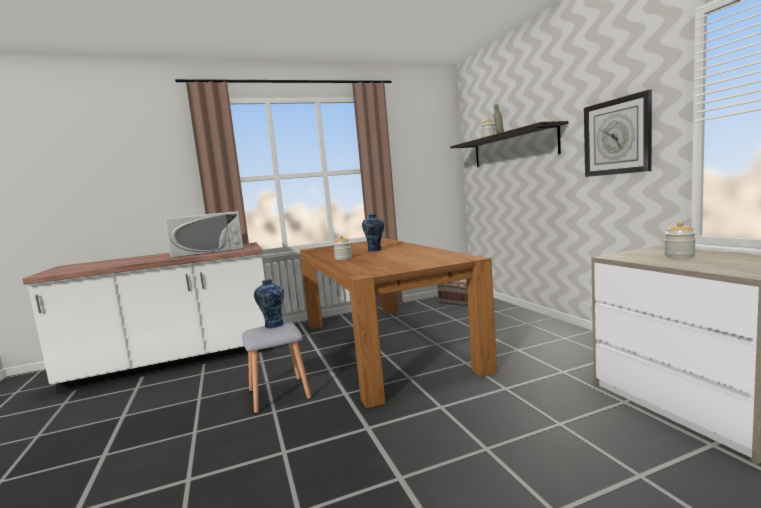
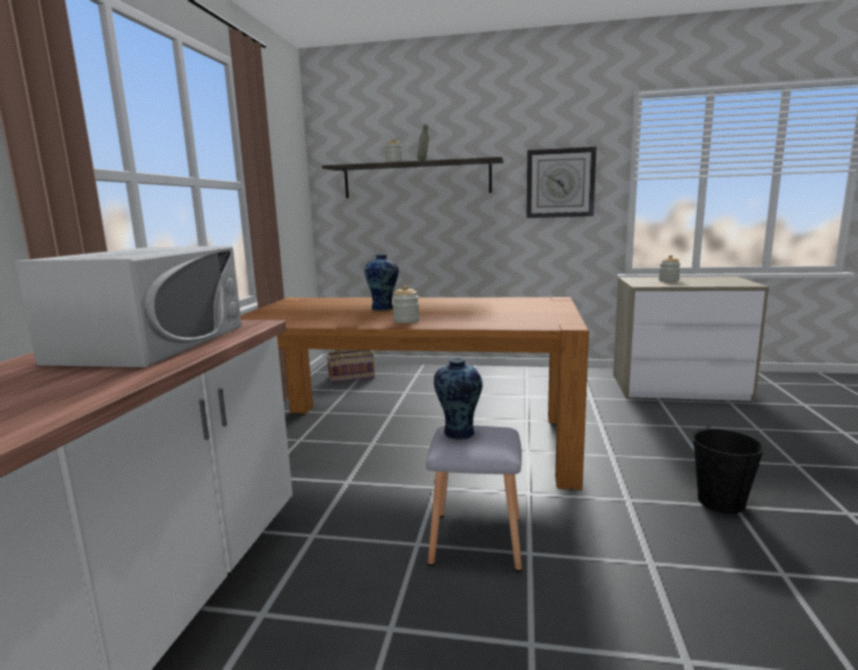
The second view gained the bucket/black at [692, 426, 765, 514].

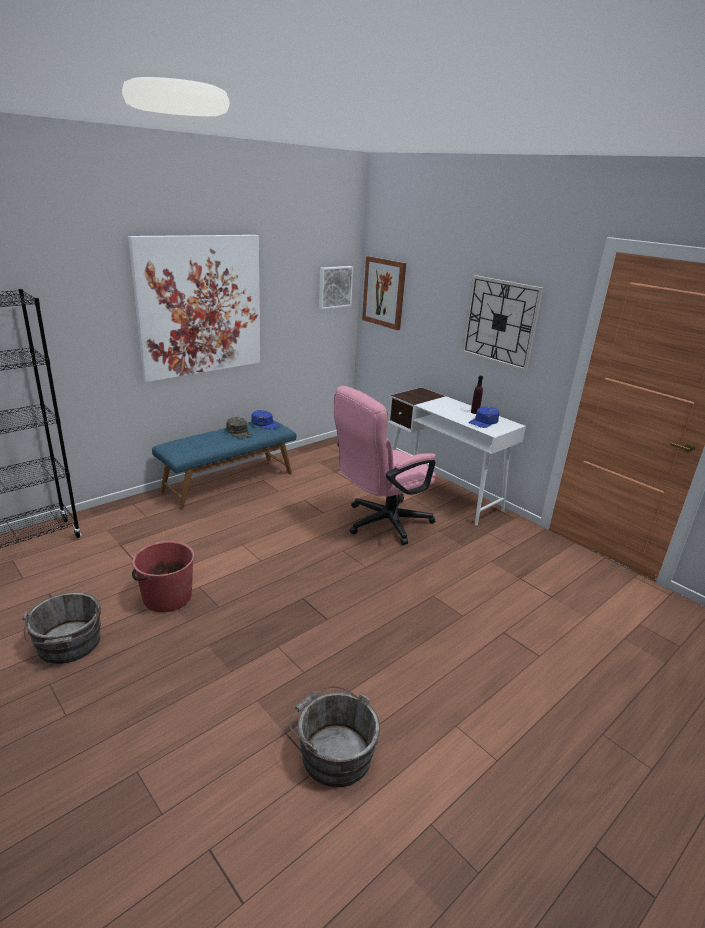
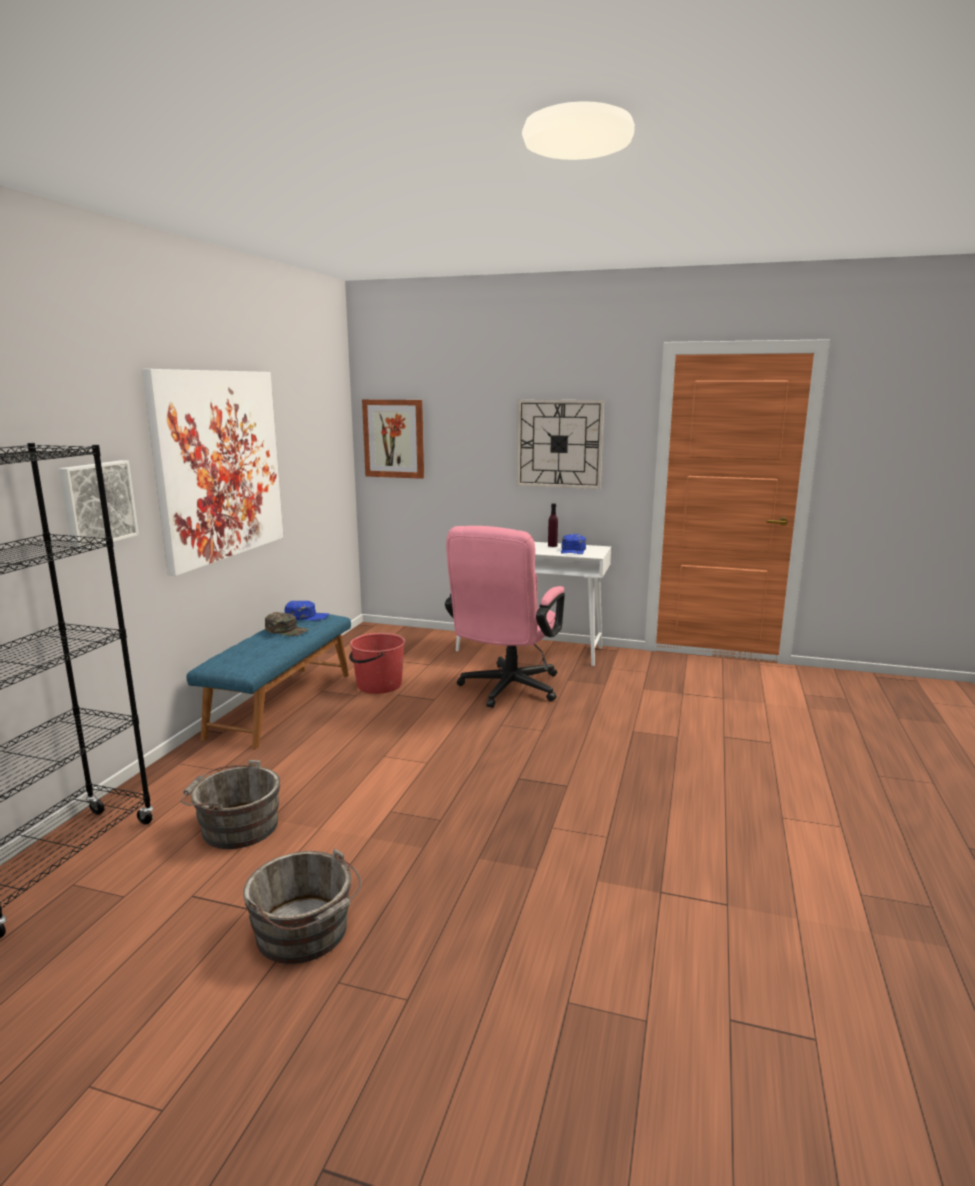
The bucket/red ended up elsewhere, having gone from [132, 541, 195, 612] to [349, 633, 405, 694]. The bucket/grey ended up elsewhere, having gone from [289, 686, 380, 787] to [181, 760, 280, 849]. The picture ended up elsewhere, having gone from [319, 266, 353, 309] to [59, 460, 139, 551].

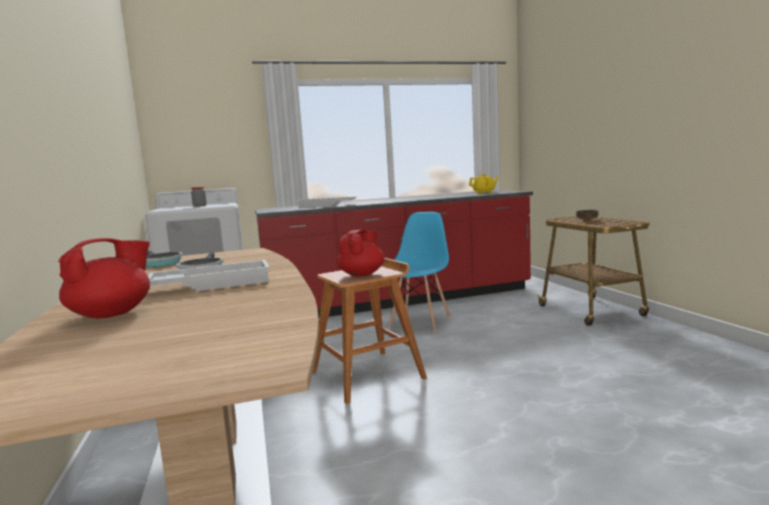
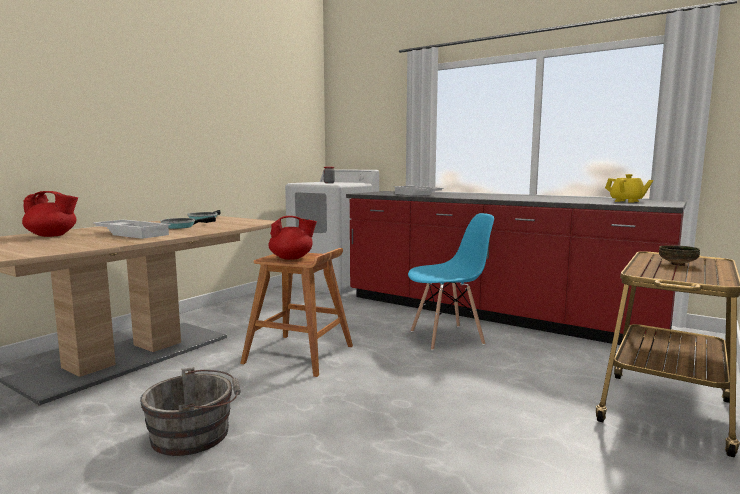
The second view gained the bucket/grey at [140, 367, 241, 456].

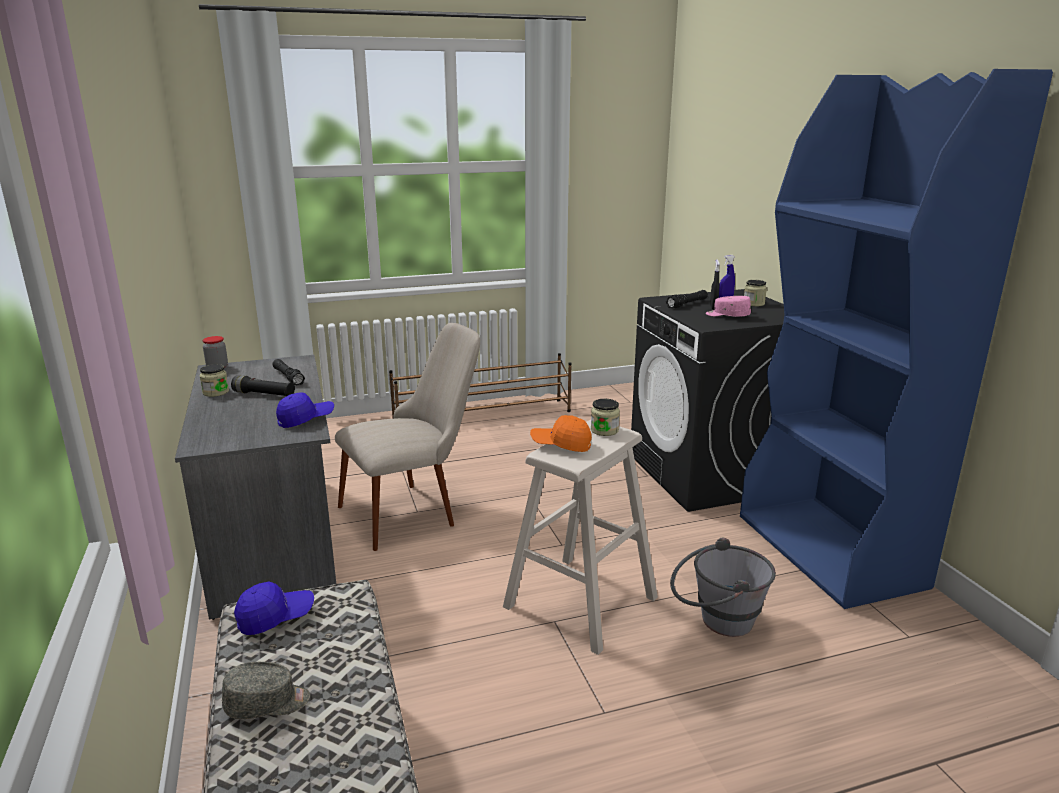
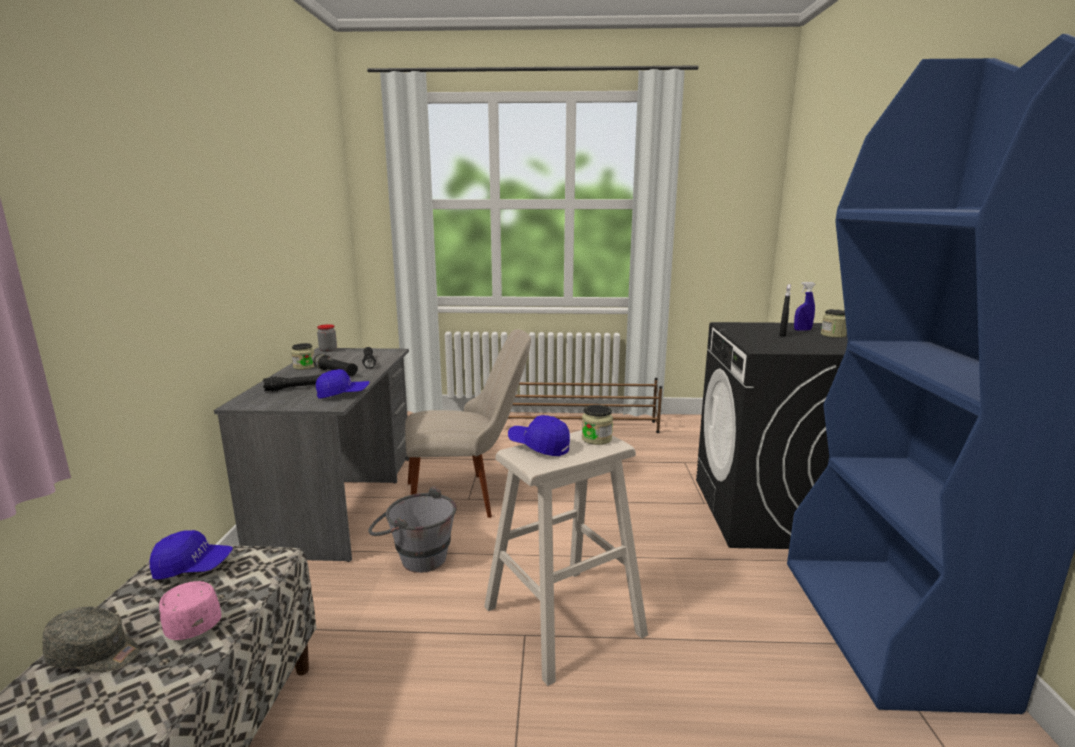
The flashlight/black ended up elsewhere, having gone from [666, 290, 708, 308] to [263, 374, 322, 392]. The bucket/grey ended up elsewhere, having gone from [670, 538, 776, 637] to [368, 486, 456, 573]. The cap/pink ended up elsewhere, having gone from [706, 296, 751, 317] to [159, 581, 221, 640]. What was the cap/orange at [530, 415, 592, 452] turned into the cap/blue at [508, 415, 570, 456].

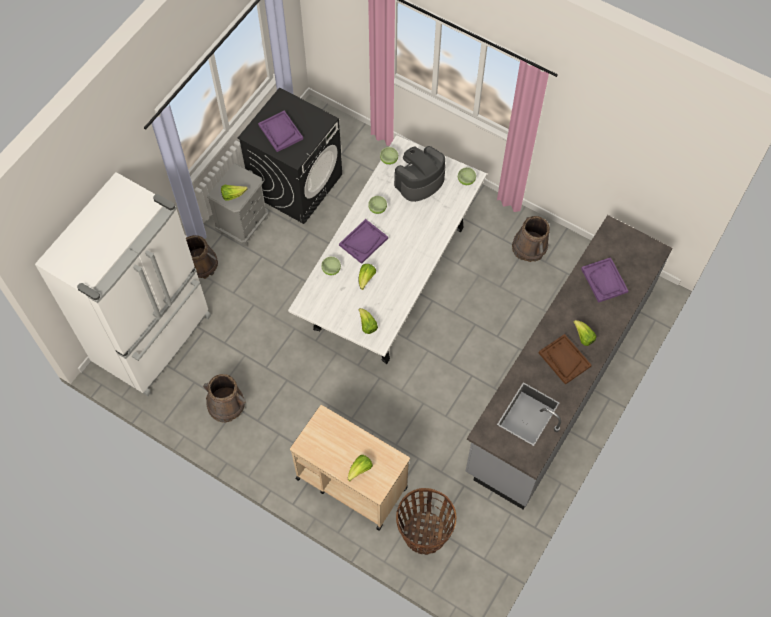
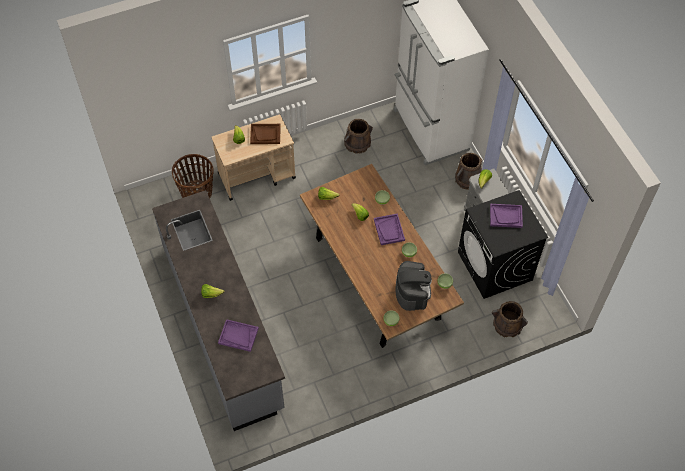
The bucket/brown ended up elsewhere, having gone from [512, 216, 550, 262] to [492, 301, 528, 337]. The tray/brown ended up elsewhere, having gone from [539, 334, 592, 385] to [250, 124, 281, 144]. What was the dining table/white at [288, 135, 487, 364] turned into the dining table/brown at [300, 164, 464, 348].

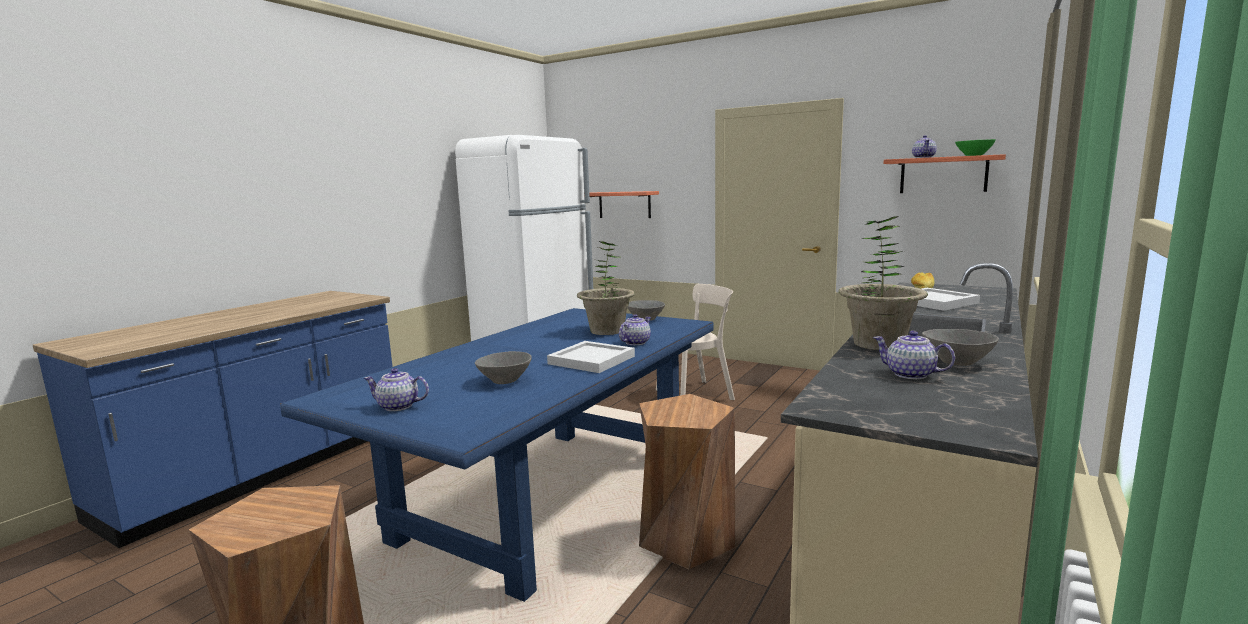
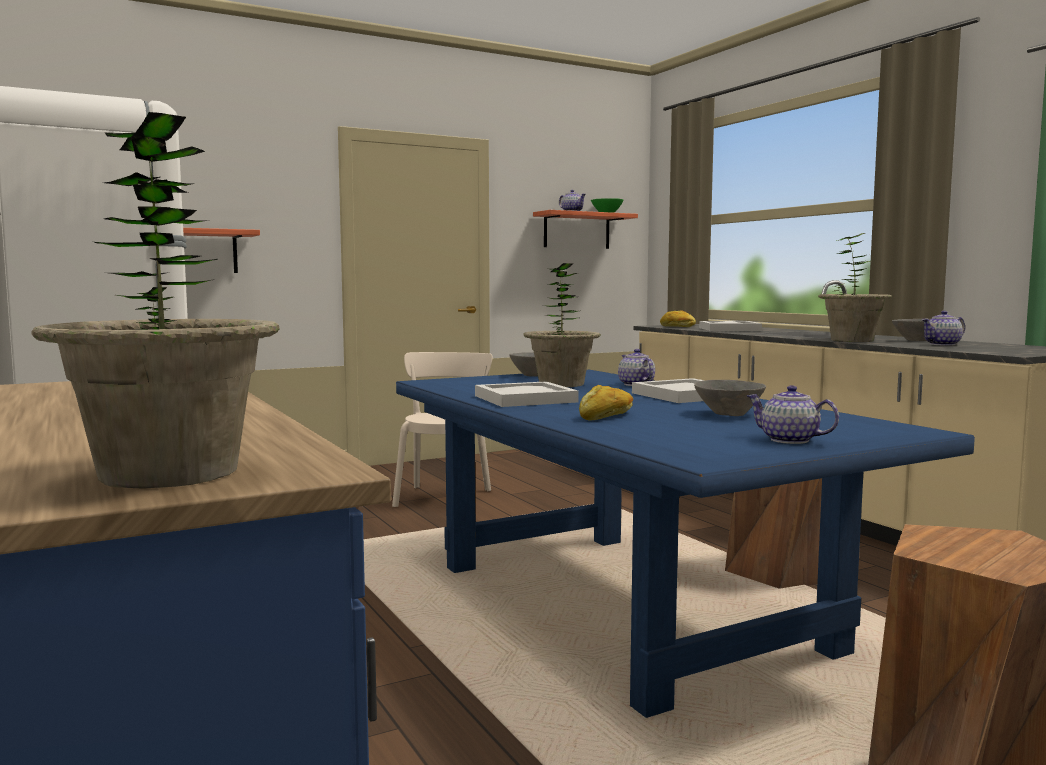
The second view gained the potted plant at [32, 112, 280, 489]. The second view gained the tray/white at [475, 381, 579, 407]. The second view gained the bread at [579, 385, 633, 421]. The teapot at [364, 368, 429, 411] ended up facing another way, 90 degrees clockwise from before.

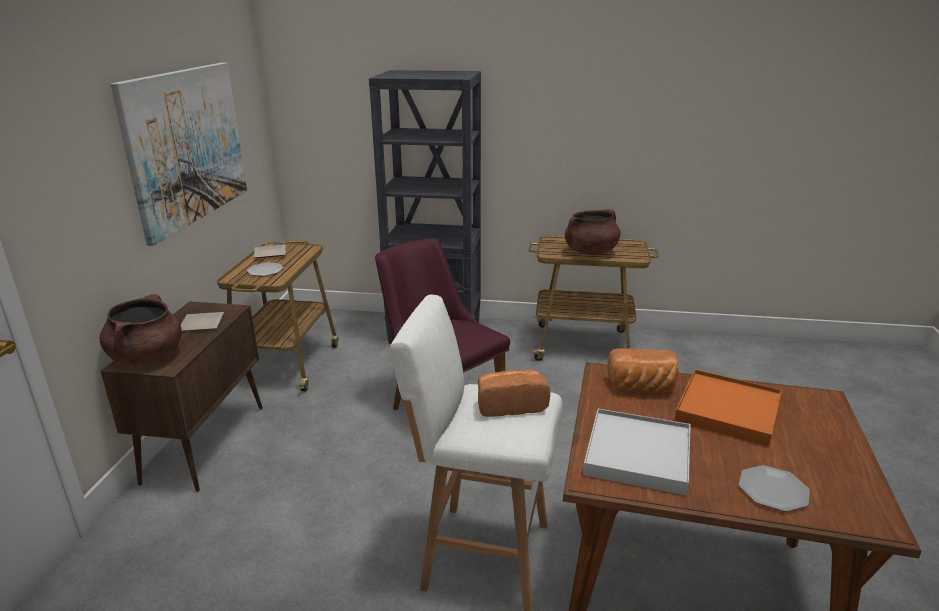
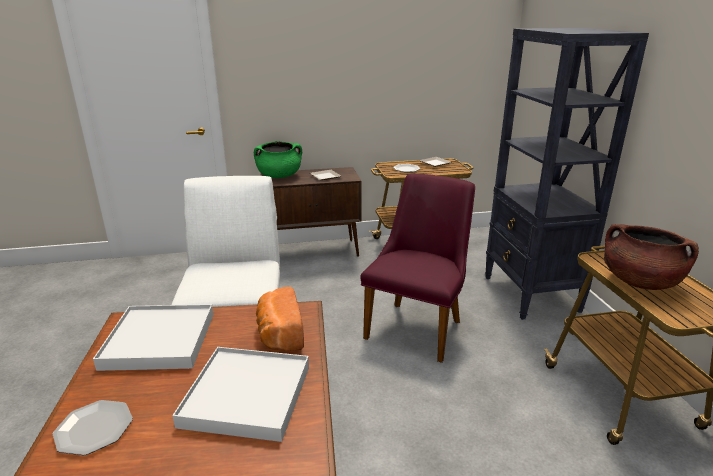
The second view lost the picture at [110, 62, 247, 246]. The second view lost the bread at [478, 369, 550, 417]. What was the cooking pot/brown at [99, 294, 182, 365] turned into the cooking pot/green at [254, 141, 302, 178]. What was the tray/orange at [674, 369, 782, 447] turned into the tray/white at [172, 347, 309, 442].

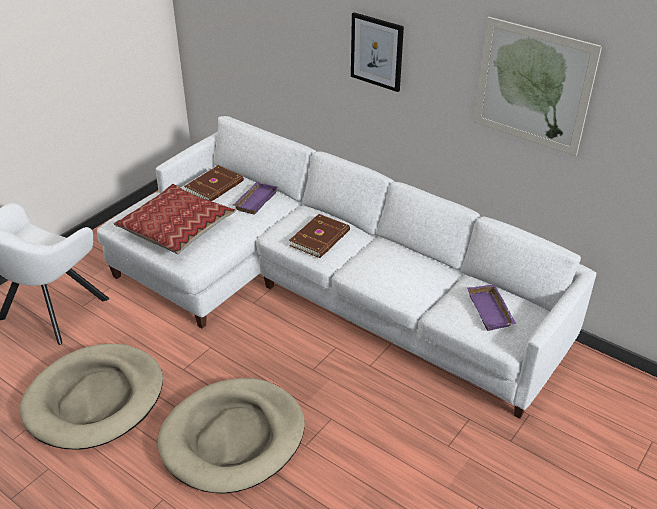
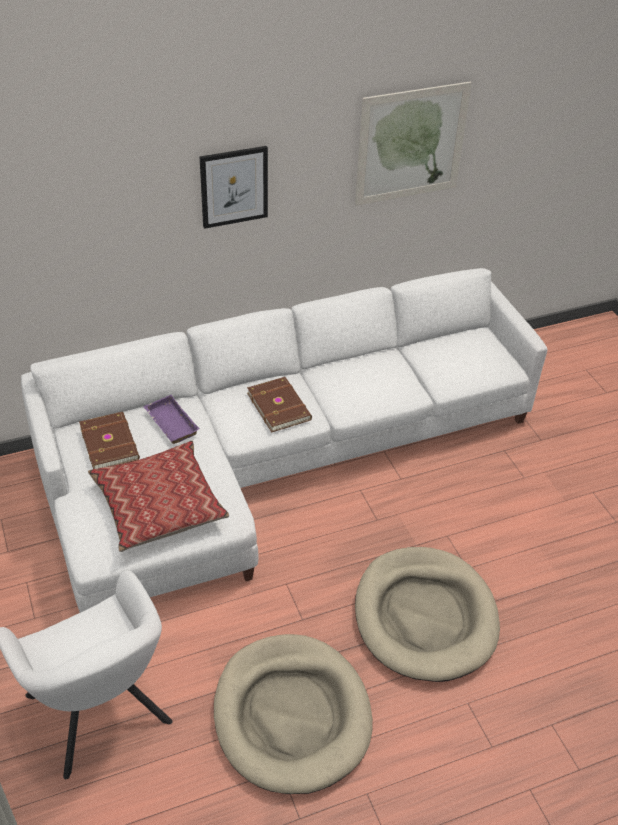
The second view lost the tray/purple at [467, 284, 516, 331].

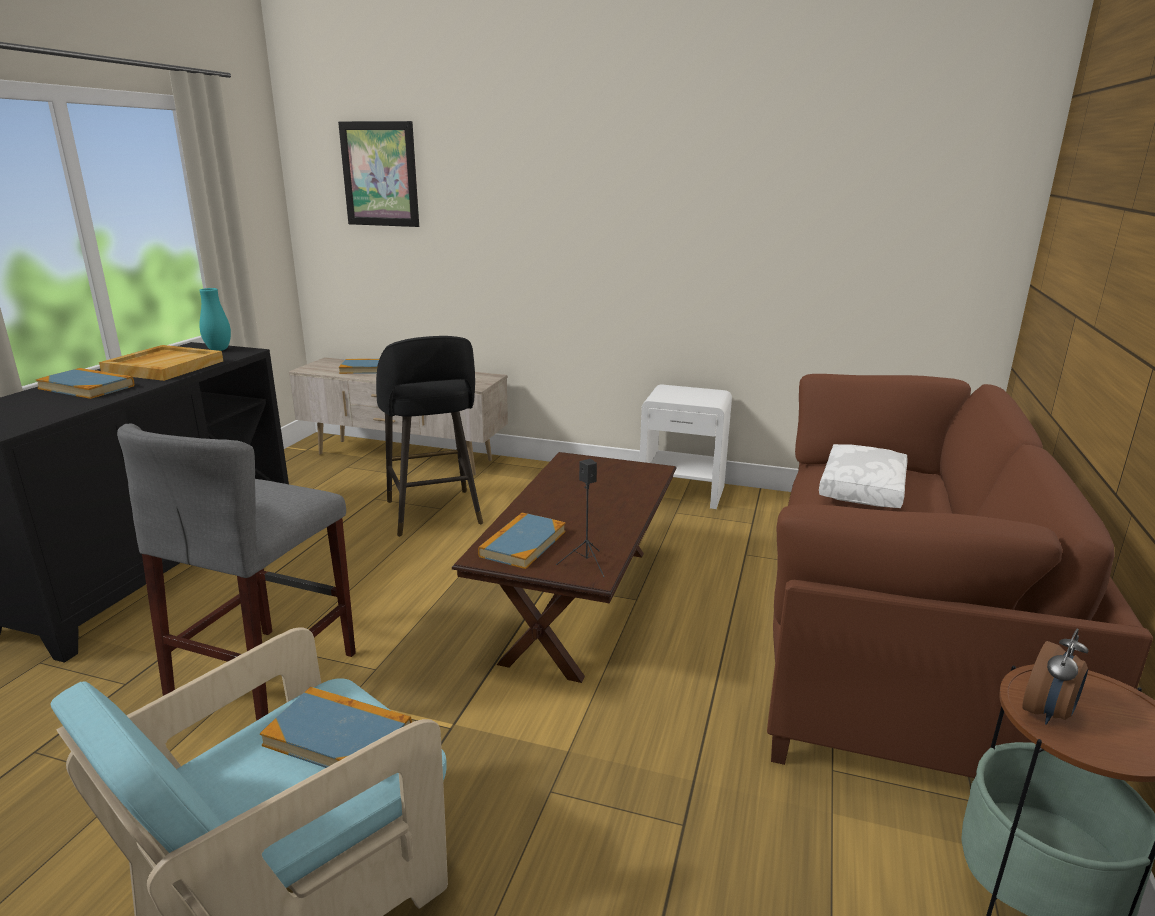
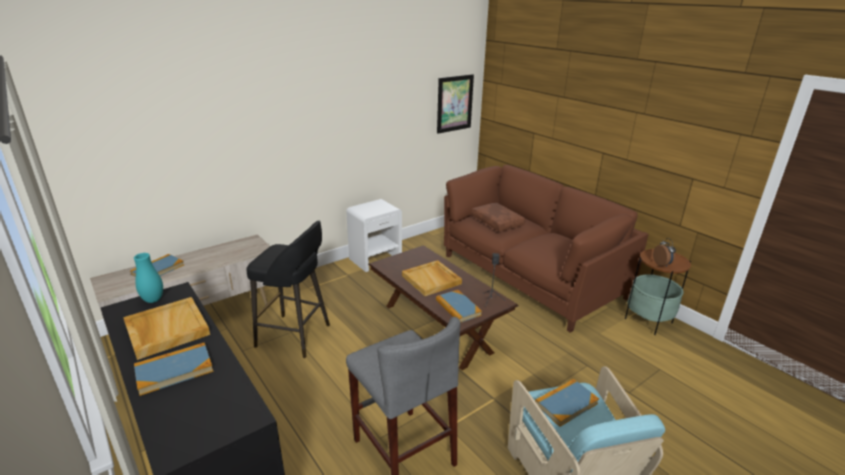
The second view gained the tray/beige at [402, 260, 462, 296]. The picture ended up elsewhere, having gone from [338, 121, 419, 227] to [437, 74, 474, 134]. What was the pillow/white at [819, 444, 907, 508] turned into the pillow/brown at [471, 203, 525, 232].

